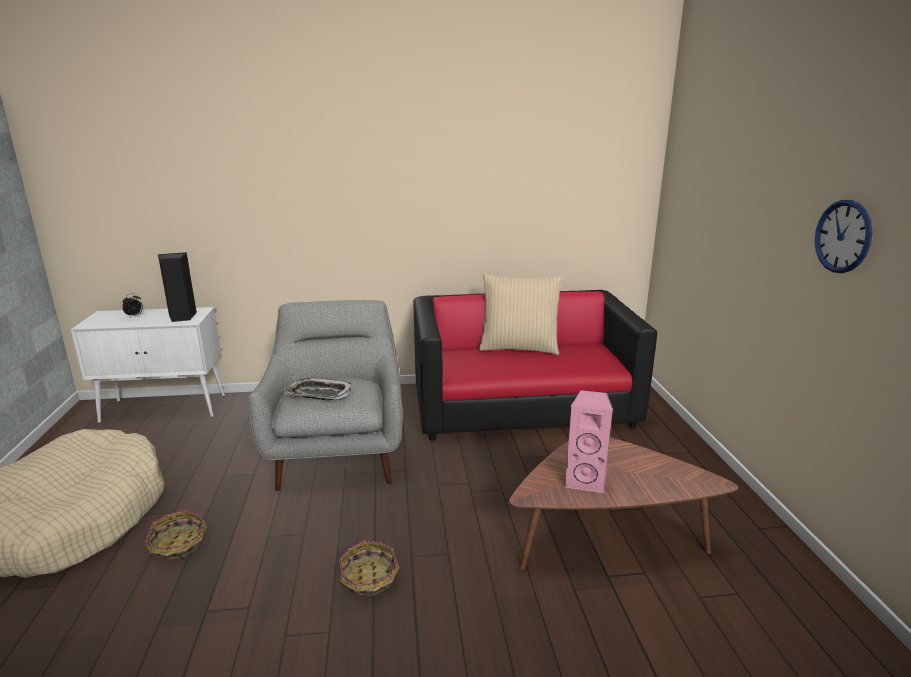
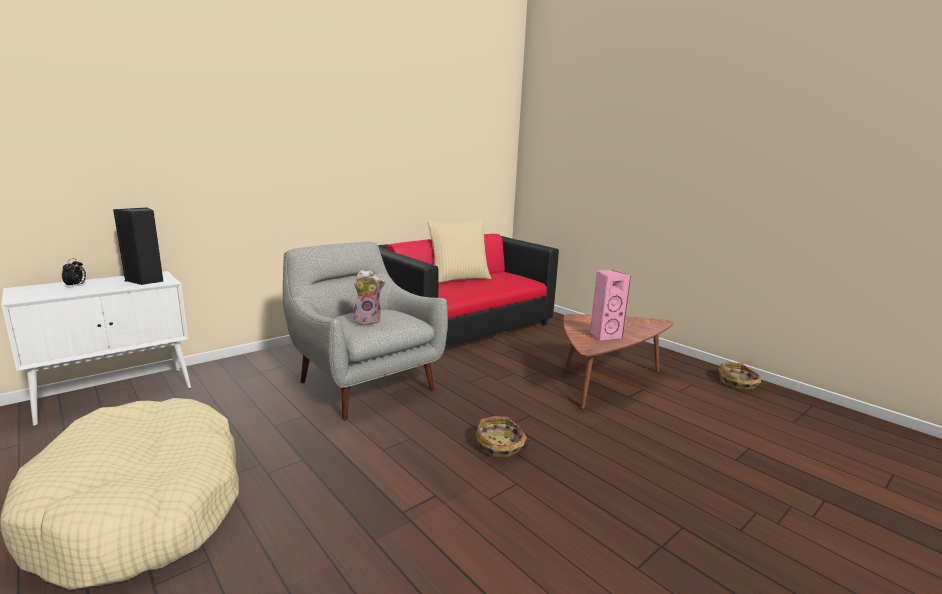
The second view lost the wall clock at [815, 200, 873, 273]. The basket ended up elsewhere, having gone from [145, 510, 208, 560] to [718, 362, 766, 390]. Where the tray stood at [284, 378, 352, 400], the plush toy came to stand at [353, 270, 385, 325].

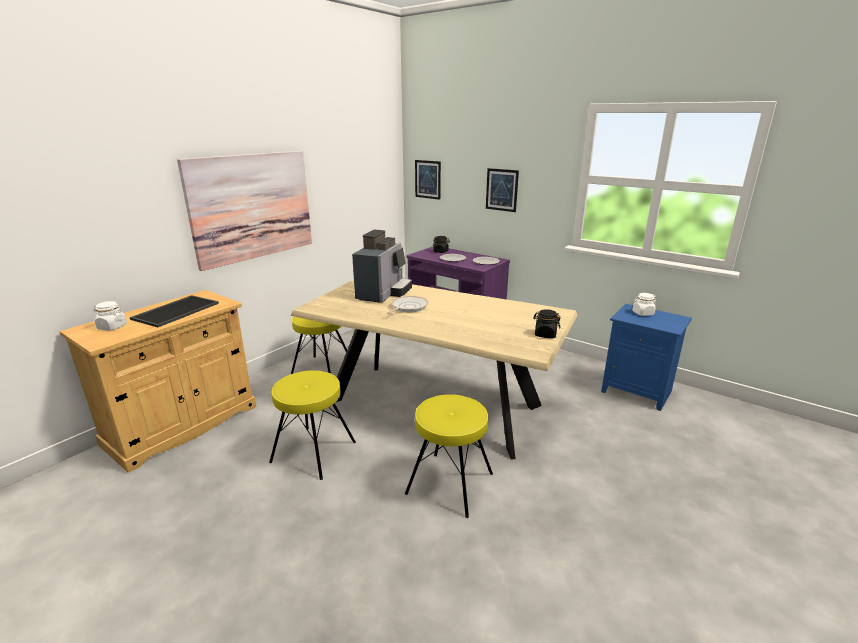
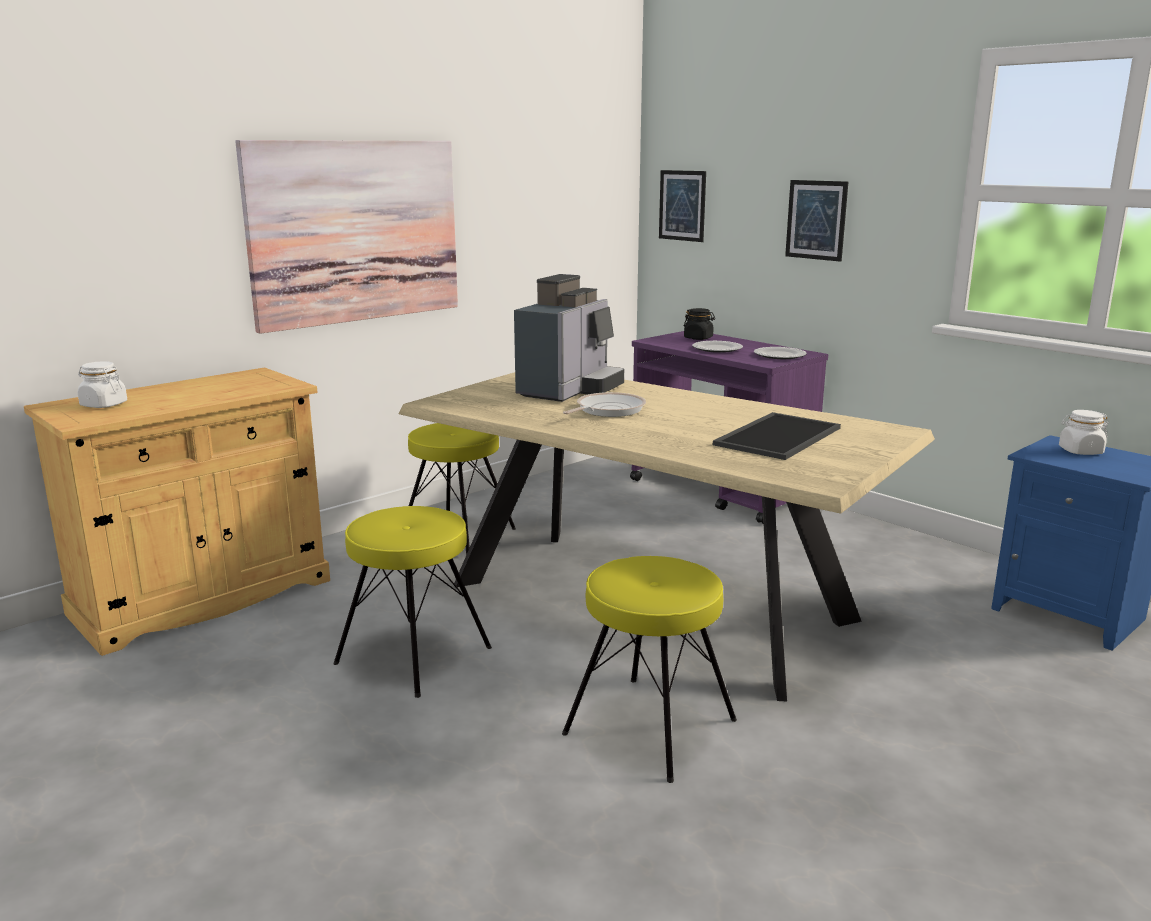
The second view lost the jar/black at [533, 309, 561, 338]. The tray ended up elsewhere, having gone from [130, 295, 219, 327] to [713, 412, 841, 460].

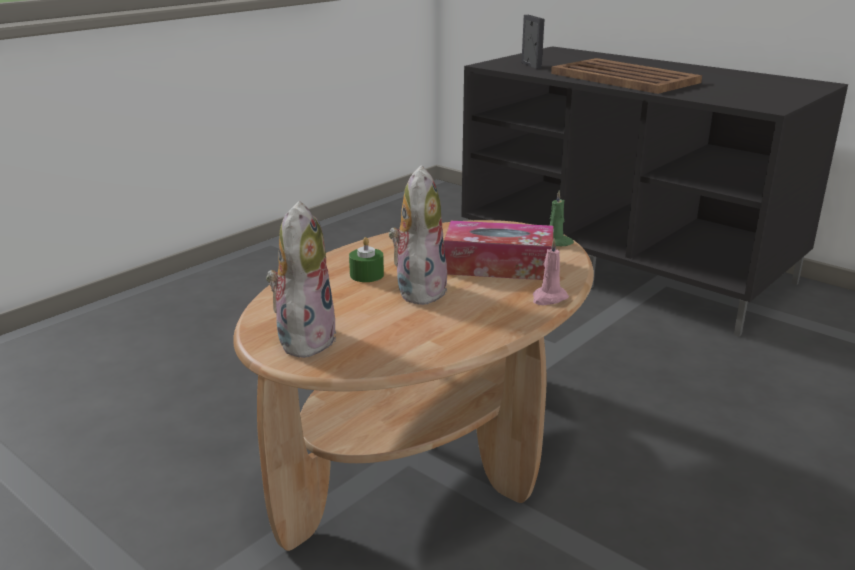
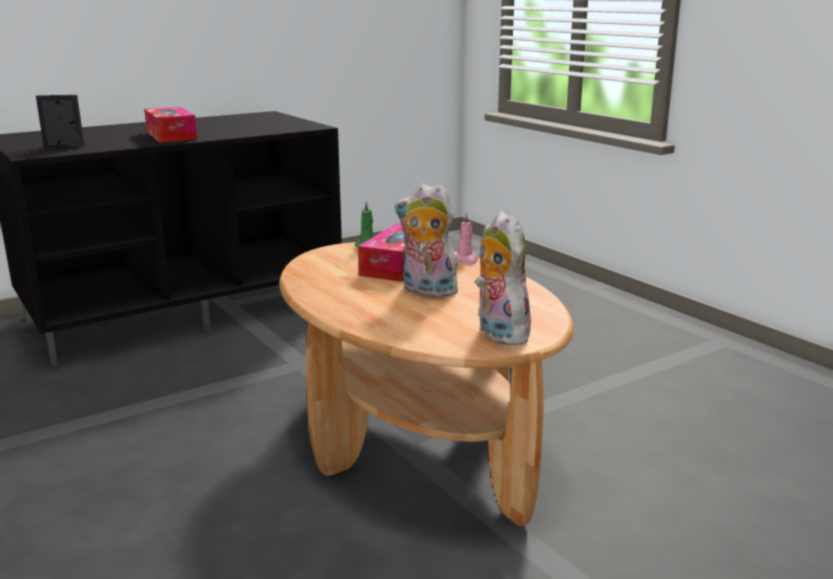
The second view lost the candle/green at [349, 237, 384, 282]. Where the tray/brown stood at [551, 58, 702, 94], the tissue box came to stand at [144, 107, 197, 143]. The plush toy at [266, 201, 336, 358] ended up facing another way, 45 degrees clockwise from before.

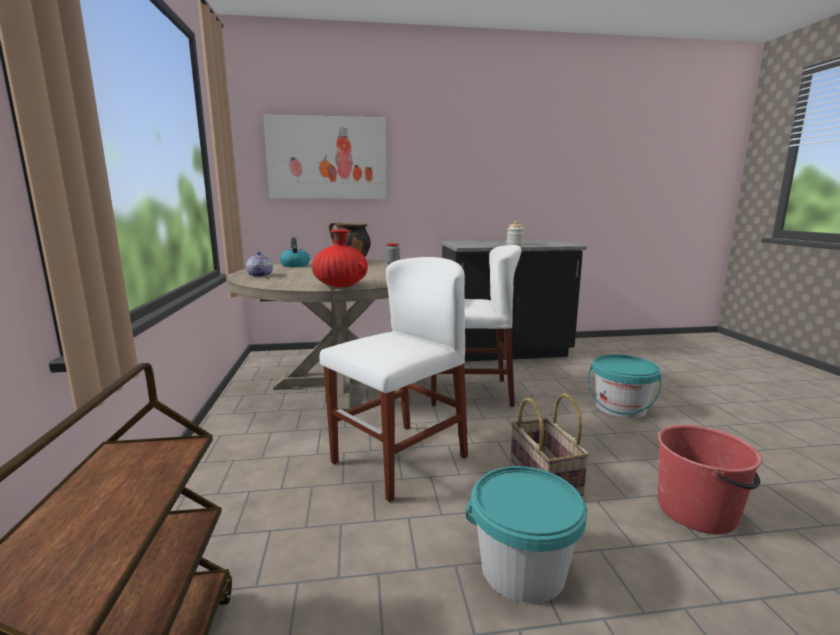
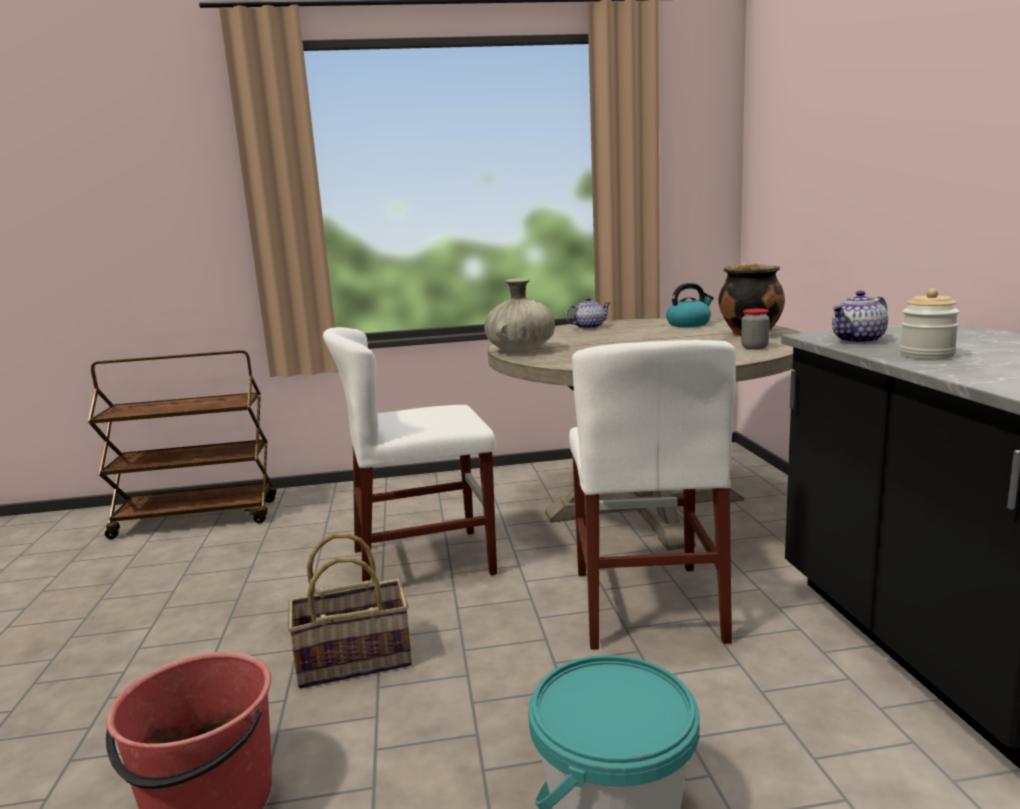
The second view lost the picture at [263, 114, 387, 199]. The second view lost the bucket/turquoise at [465, 466, 587, 604]. The second view gained the teapot at [832, 290, 888, 344]. What was the vase/red at [312, 230, 368, 287] turned into the vase/beige at [484, 278, 555, 353]. The chair/white at [319, 257, 468, 502] ended up facing another way, 120 degrees clockwise from before.

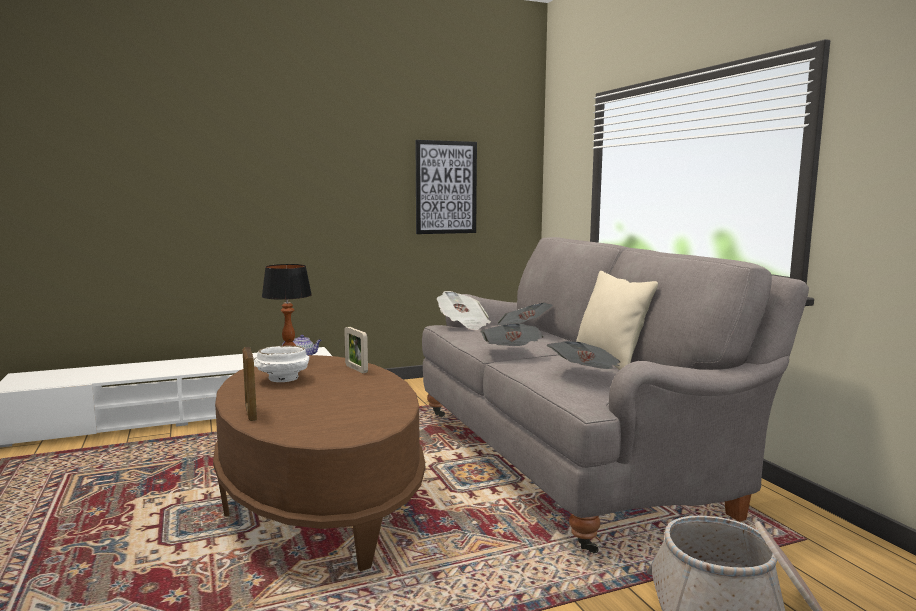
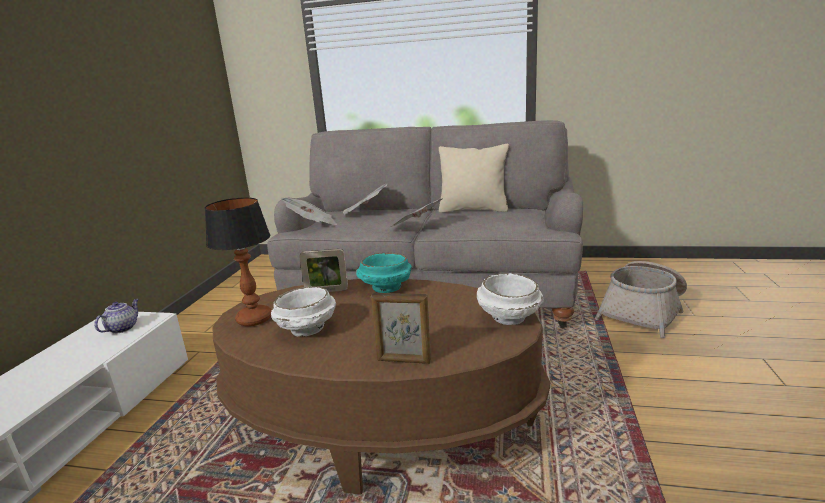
The second view lost the picture at [415, 140, 477, 234]. The second view lost the newspaper at [547, 341, 620, 369]. The second view gained the bowl/turquoise at [356, 253, 412, 293]. The second view gained the bowl/white at [477, 273, 544, 325].

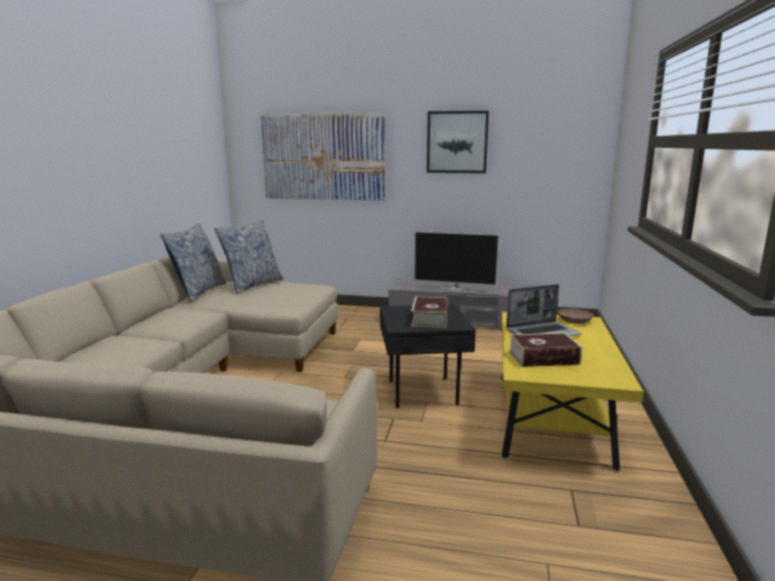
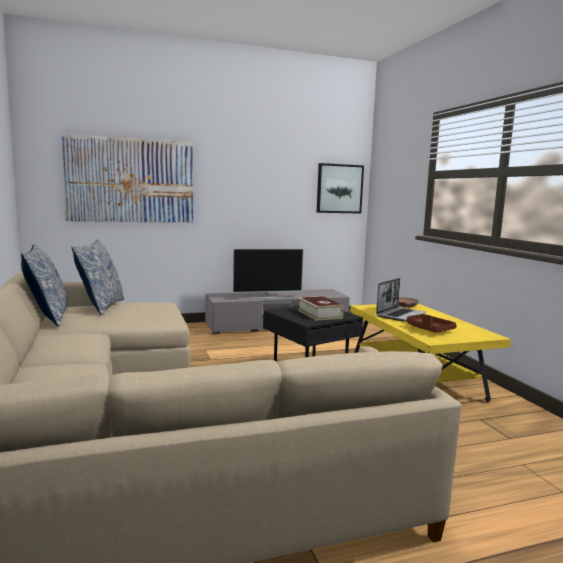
The picture ended up elsewhere, having gone from [427, 111, 489, 173] to [317, 163, 364, 214]. Where the book stood at [509, 333, 582, 367], the tray/brown came to stand at [406, 314, 457, 333].

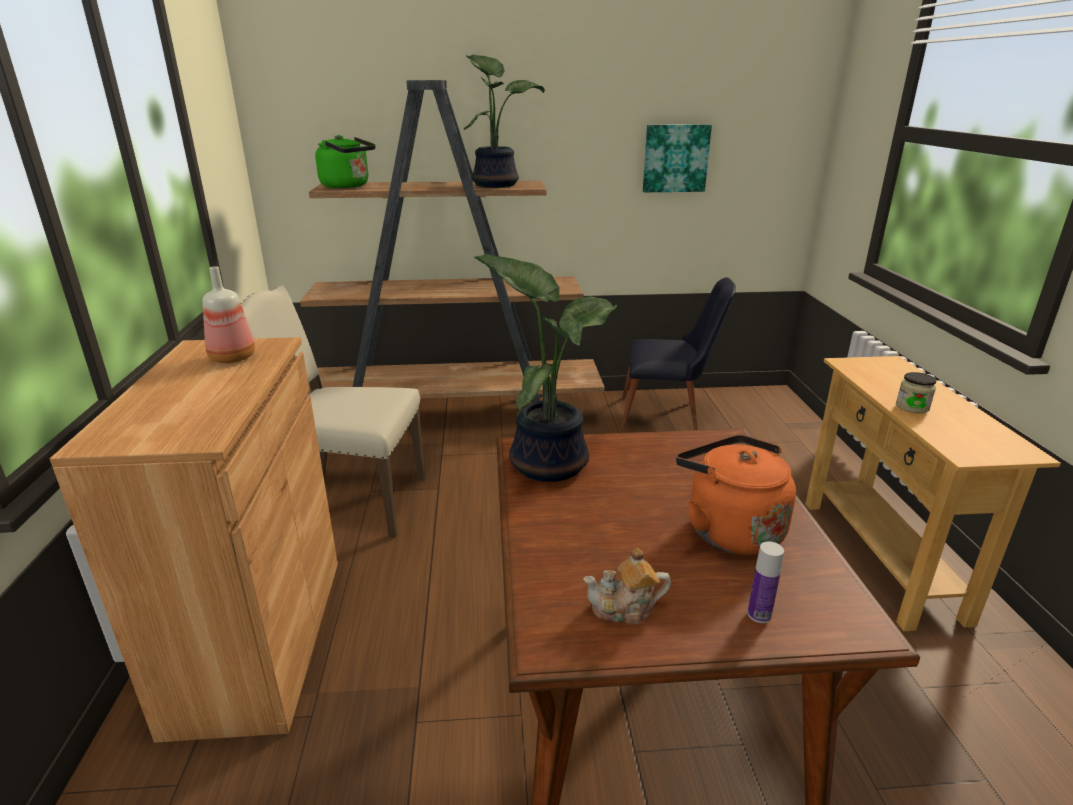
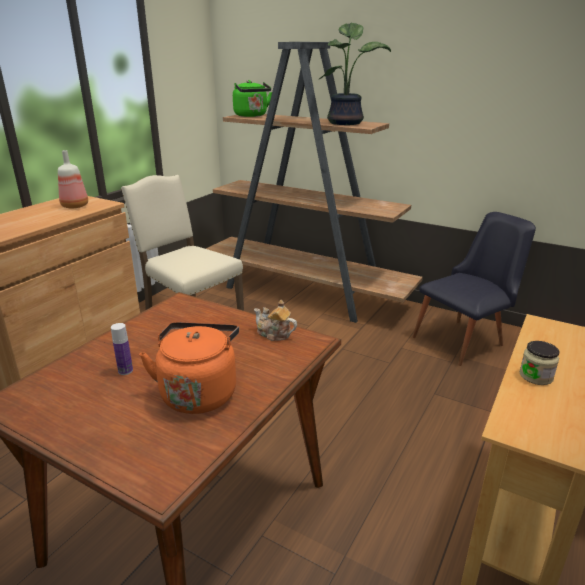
The second view lost the potted plant at [474, 254, 619, 482]. The second view lost the picture at [643, 124, 712, 192]. The teapot ended up elsewhere, having gone from [583, 548, 671, 624] to [254, 300, 297, 341]. The bottle ended up elsewhere, having gone from [748, 541, 784, 623] to [111, 323, 133, 375]. The chair/black at [621, 277, 736, 430] ended up facing another way, 75 degrees counterclockwise from before.

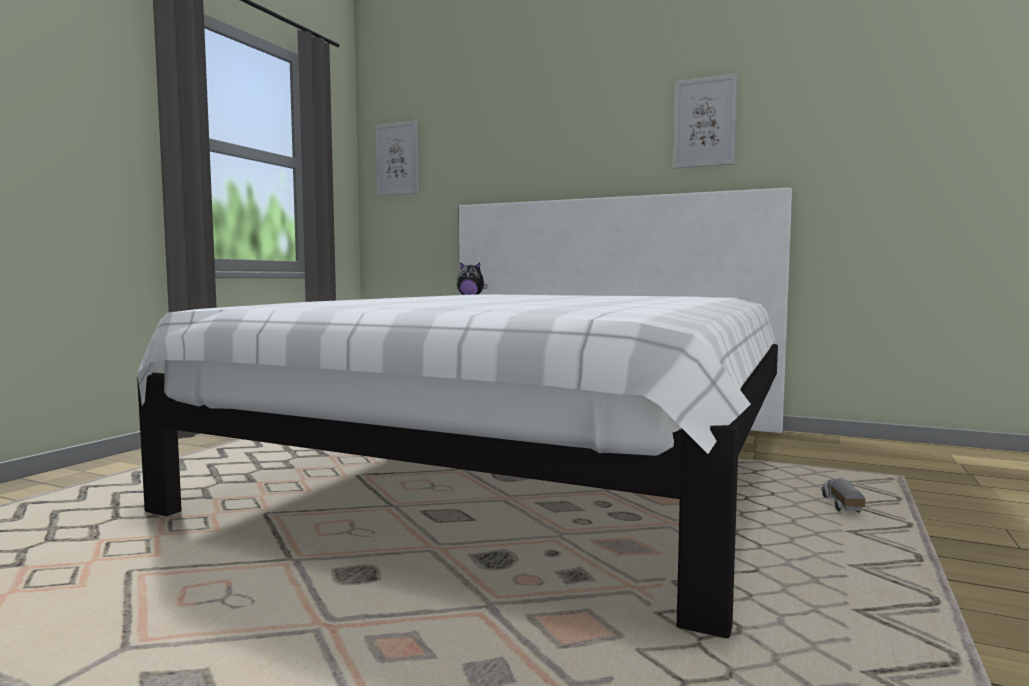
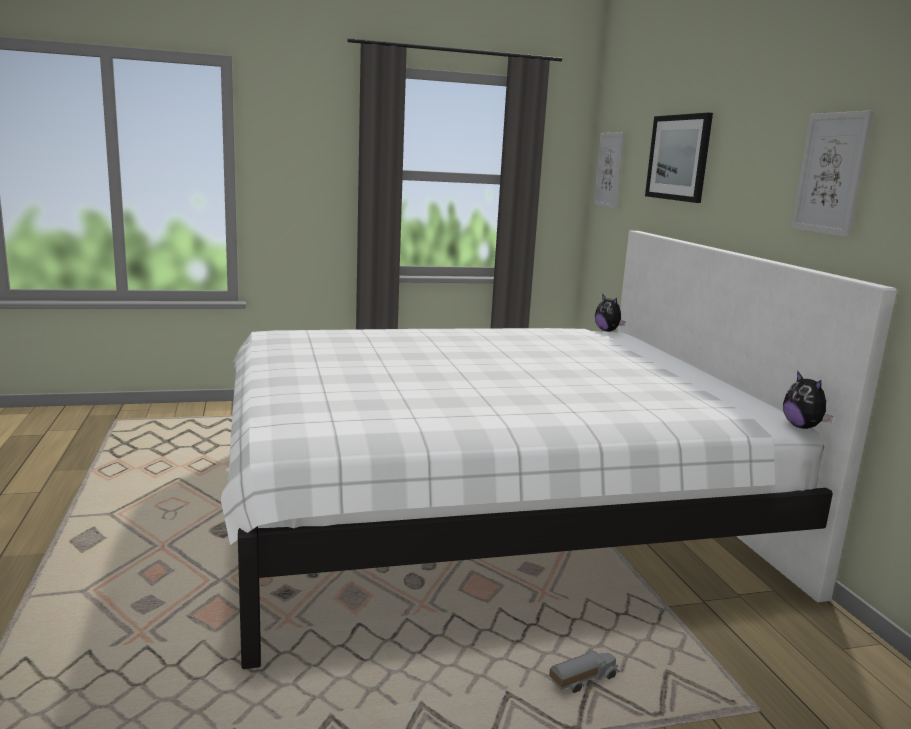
The second view gained the picture at [645, 113, 713, 203]. The second view gained the plush toy at [783, 371, 833, 429].

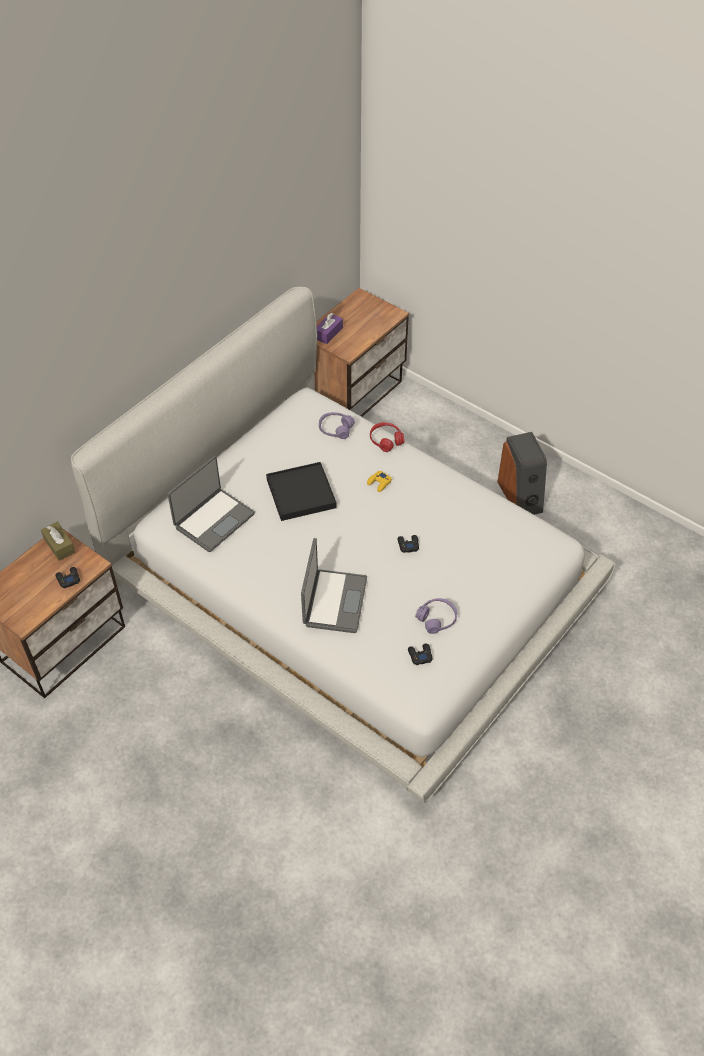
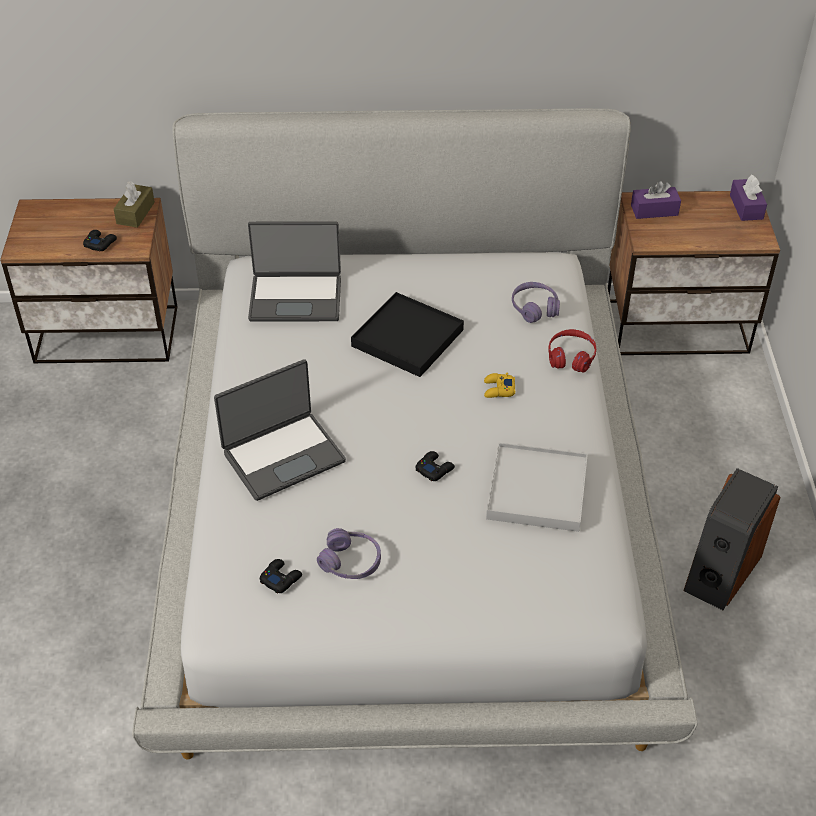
The second view gained the tray/white at [486, 443, 588, 532]. The second view gained the tissue box/purple at [730, 174, 767, 221].

